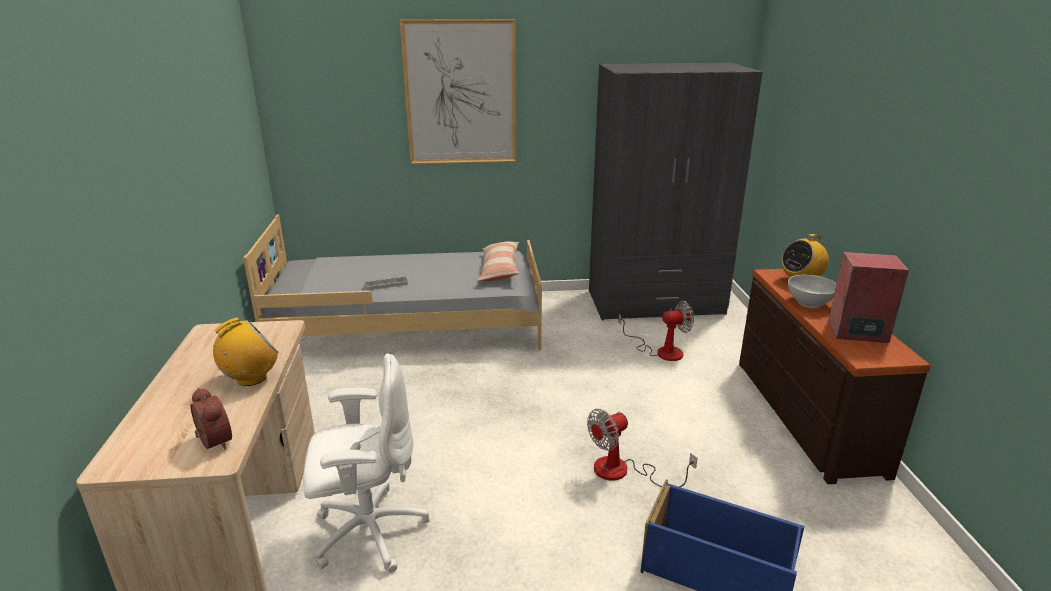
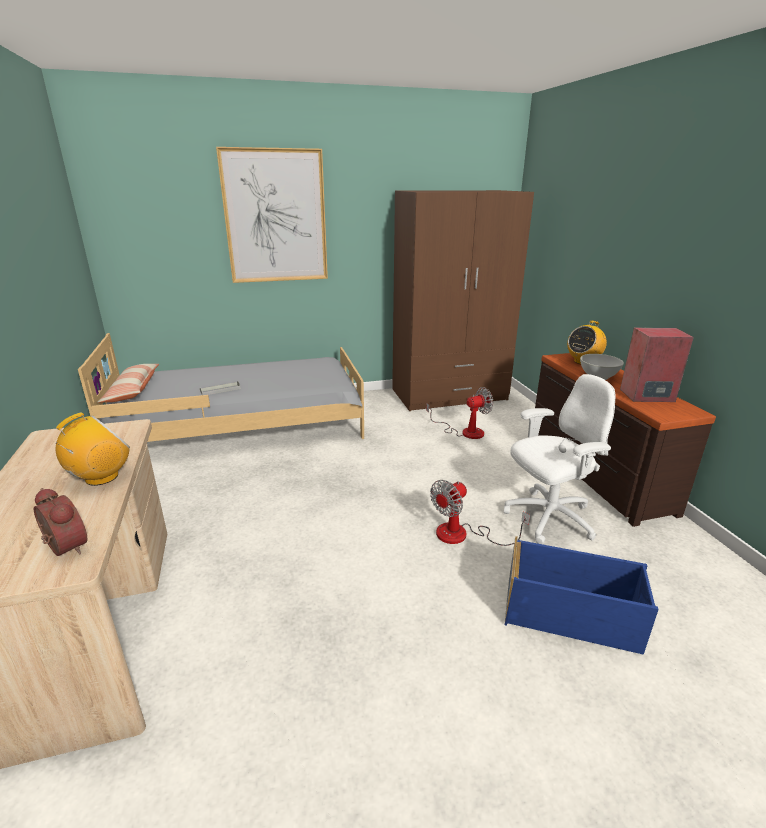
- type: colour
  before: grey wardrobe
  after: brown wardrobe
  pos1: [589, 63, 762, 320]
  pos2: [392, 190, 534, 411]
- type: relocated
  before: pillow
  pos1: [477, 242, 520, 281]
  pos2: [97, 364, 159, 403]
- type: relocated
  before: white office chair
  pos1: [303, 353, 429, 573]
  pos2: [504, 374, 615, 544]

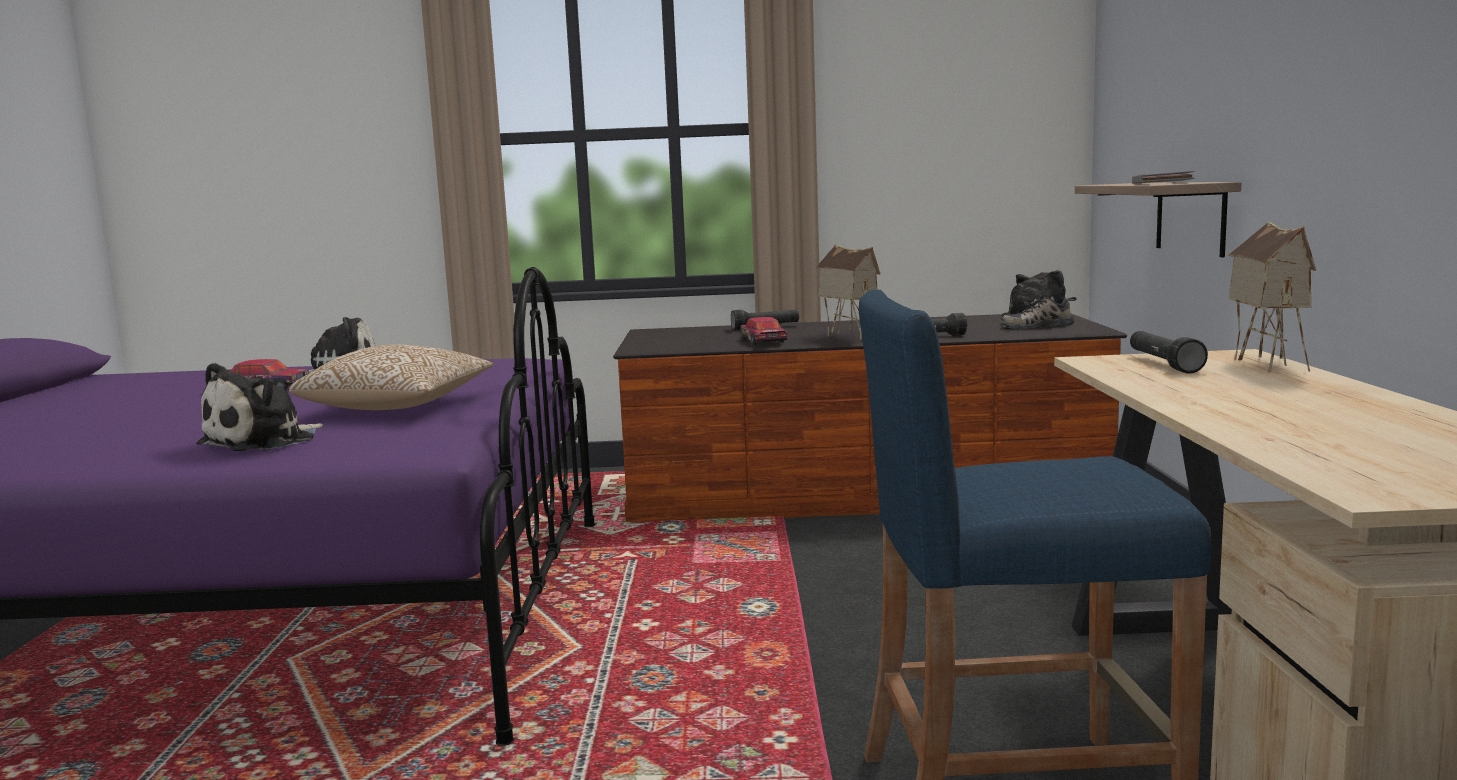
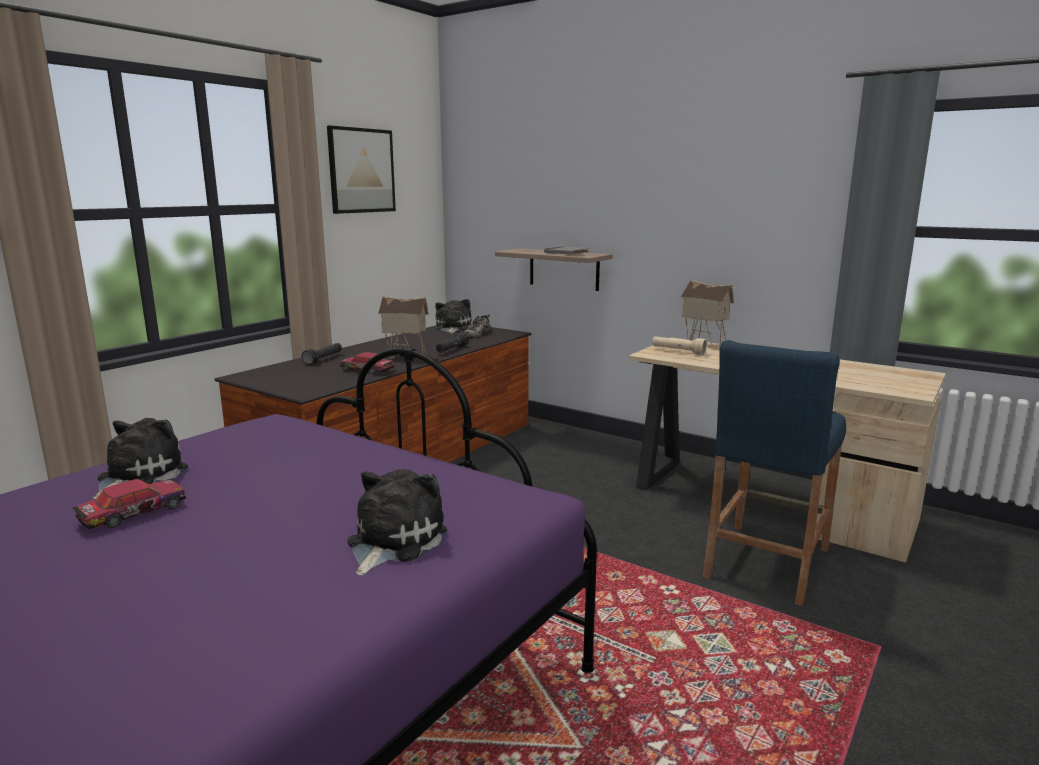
- type: colour
  before: black flashlight
  after: beige flashlight
  pos1: [1130, 331, 1208, 374]
  pos2: [652, 336, 707, 355]
- type: missing
  before: pillow
  pos1: [289, 344, 494, 410]
- type: spun
  before: plush toy
  pos1: [196, 363, 324, 451]
  pos2: [347, 469, 447, 576]
  turn: -135
- type: appeared
  after: picture
  pos2: [327, 125, 396, 214]

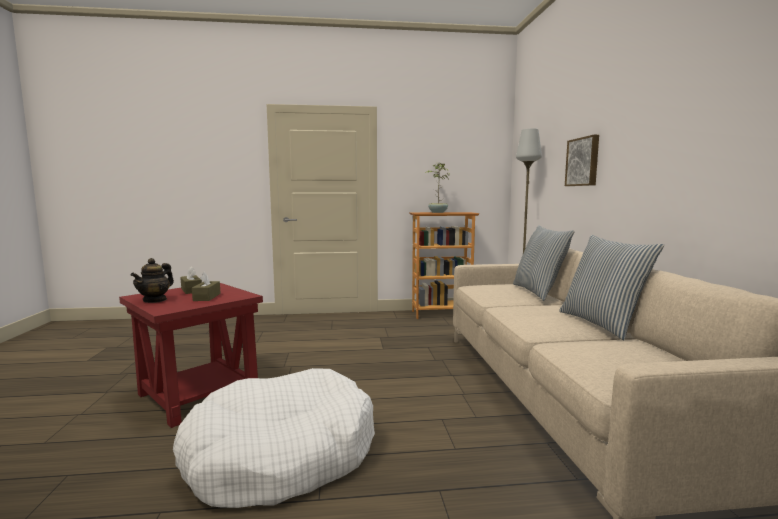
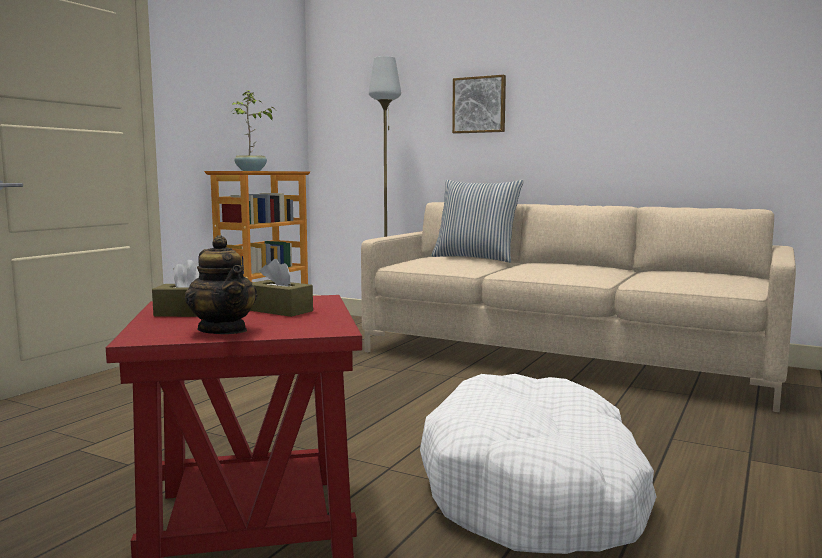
- type: missing
  before: pillow
  pos1: [559, 235, 664, 340]

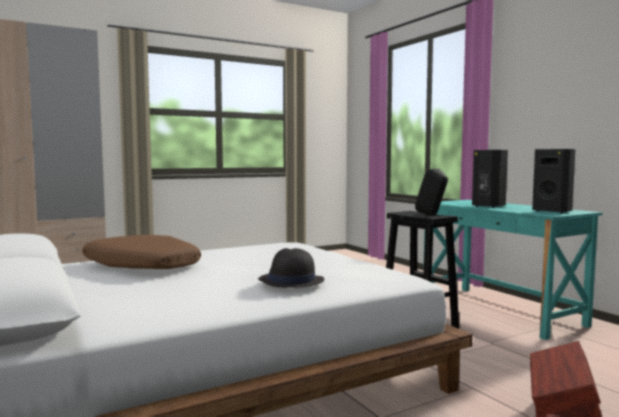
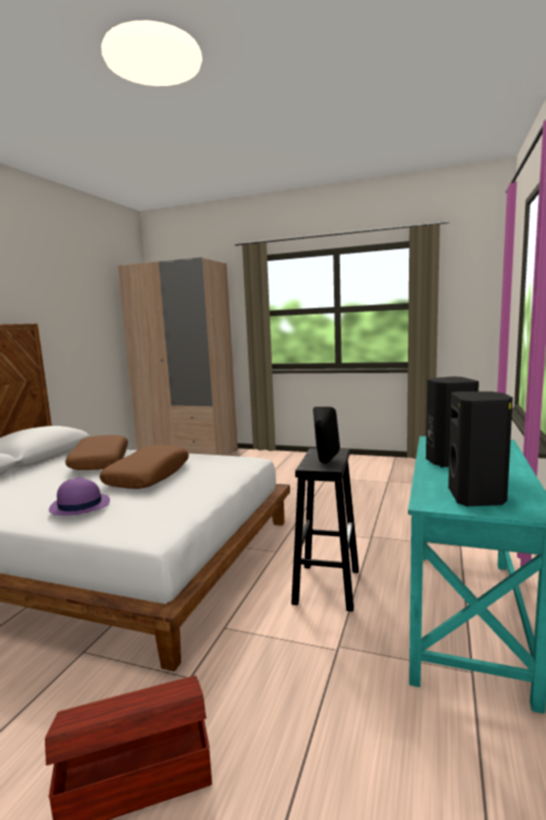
- type: colour
  before: black hat
  after: purple hat
  pos1: [258, 248, 324, 288]
  pos2: [49, 477, 110, 516]
- type: appeared
  after: brown pillow
  pos2: [100, 445, 189, 489]

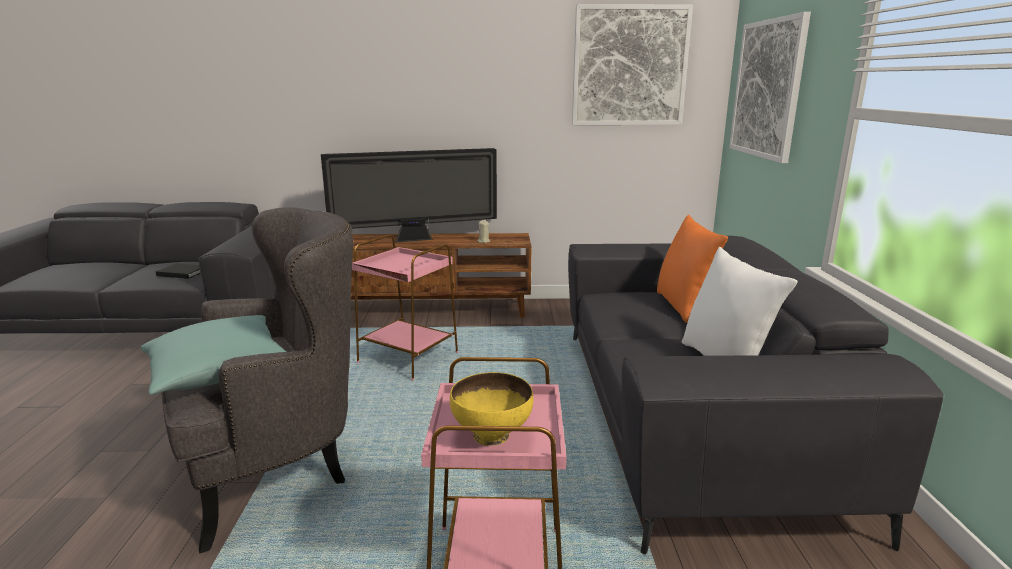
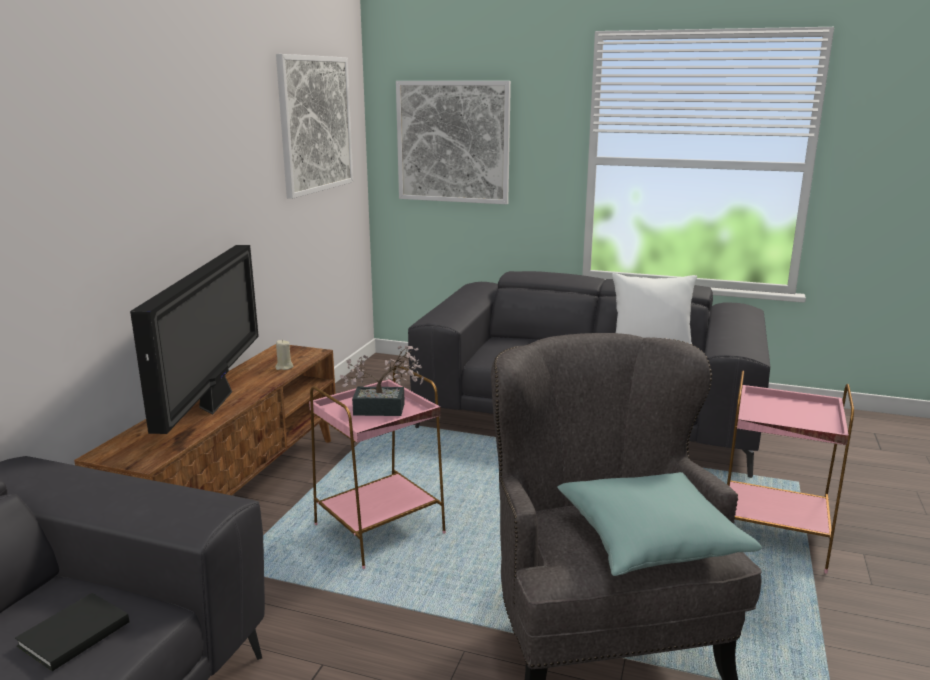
- type: missing
  before: orange pillow
  pos1: [657, 214, 728, 323]
- type: missing
  before: yellow bowl
  pos1: [450, 372, 533, 446]
- type: appeared
  after: potted plant
  pos2: [340, 345, 424, 416]

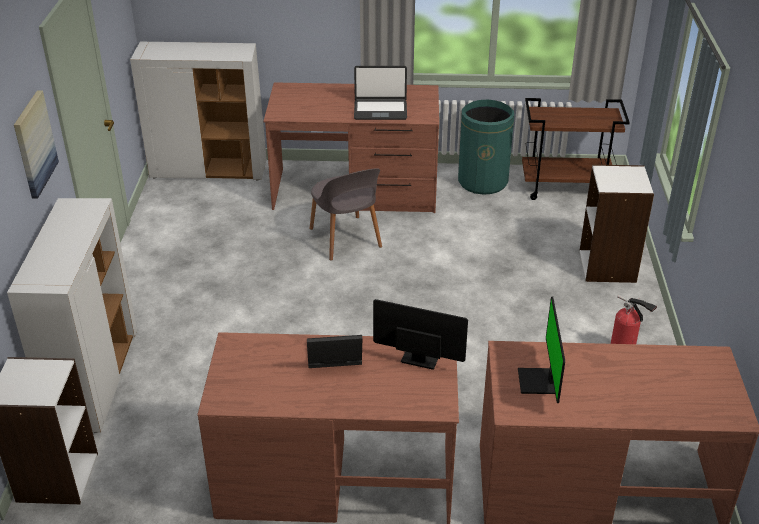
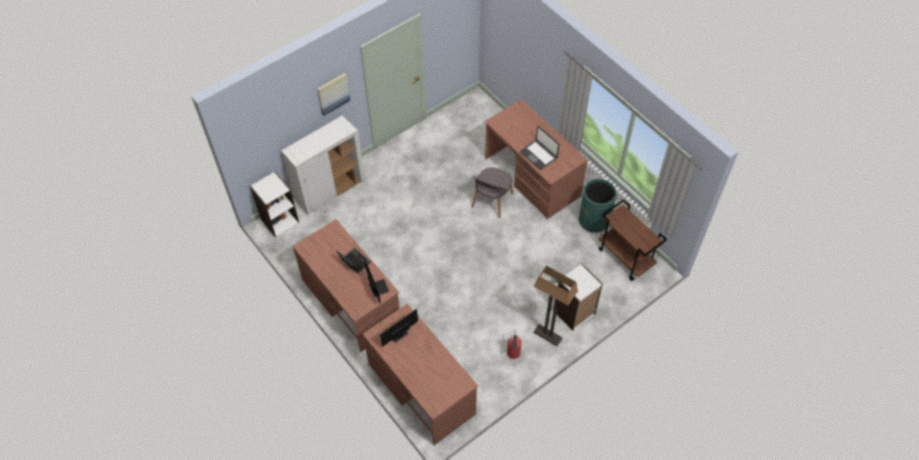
- type: missing
  before: white cabinet
  pos1: [130, 42, 267, 181]
- type: appeared
  after: floor lamp
  pos2: [533, 265, 578, 346]

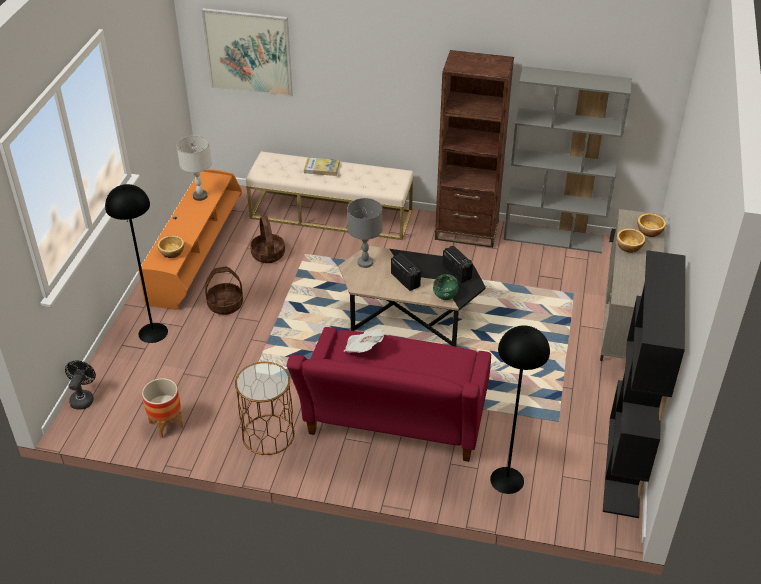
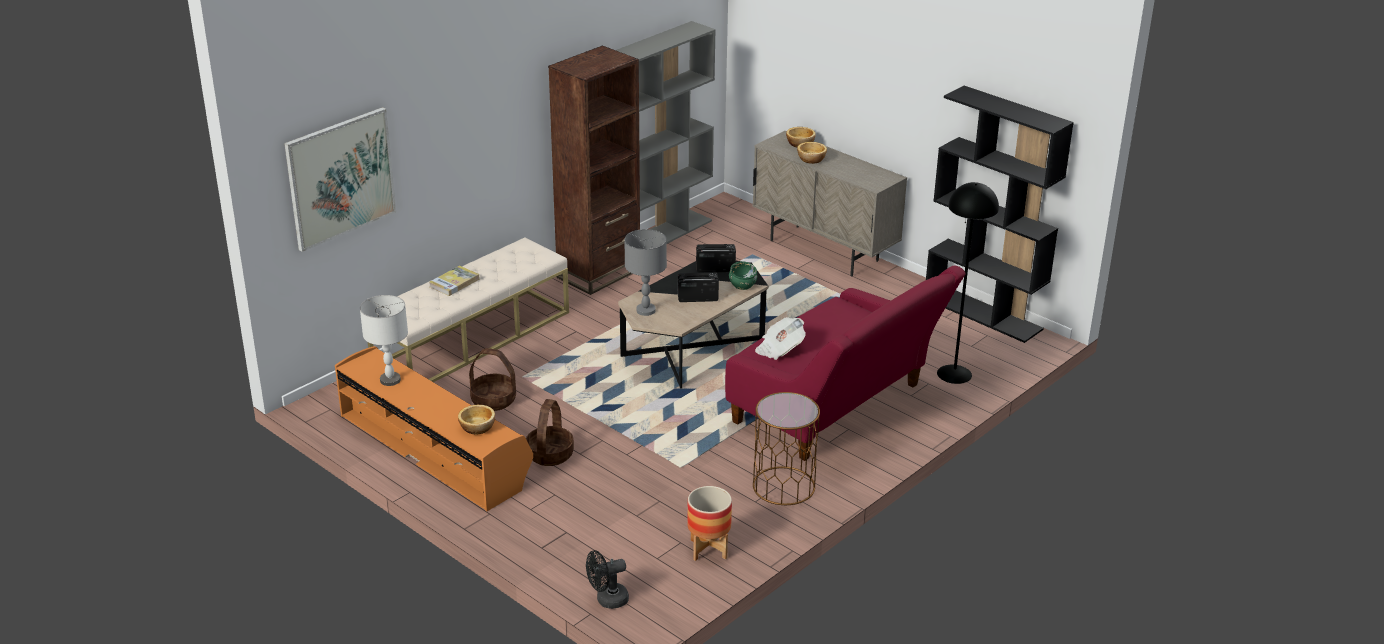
- type: missing
  before: black floor lamp
  pos1: [105, 184, 168, 343]
- type: spun
  before: black fan
  pos1: [65, 361, 96, 410]
  pos2: [586, 550, 629, 609]
  turn: -60

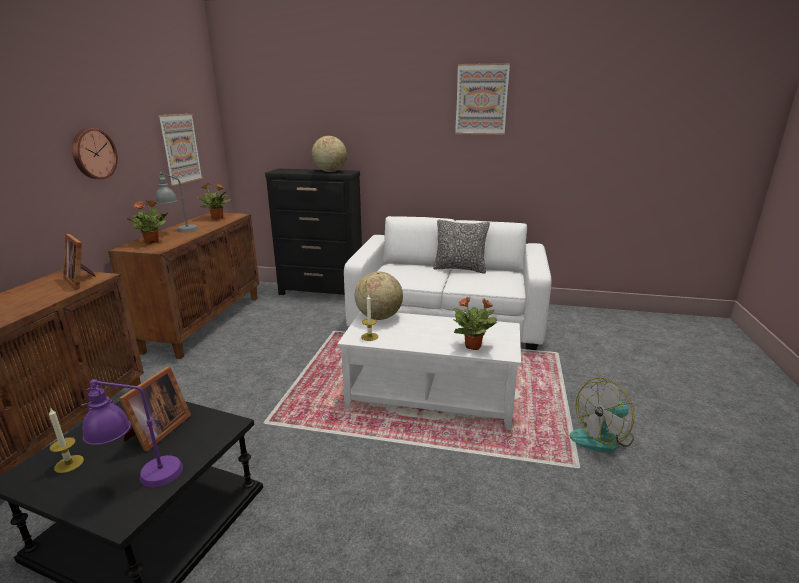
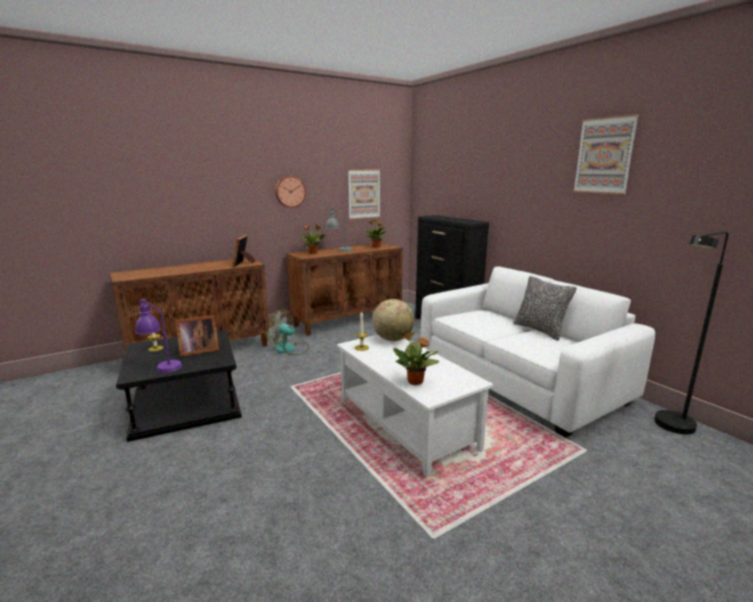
- type: missing
  before: globe
  pos1: [312, 136, 347, 172]
- type: relocated
  before: fan
  pos1: [570, 378, 635, 453]
  pos2: [266, 309, 309, 355]
- type: appeared
  after: black floor lamp
  pos2: [654, 231, 728, 435]

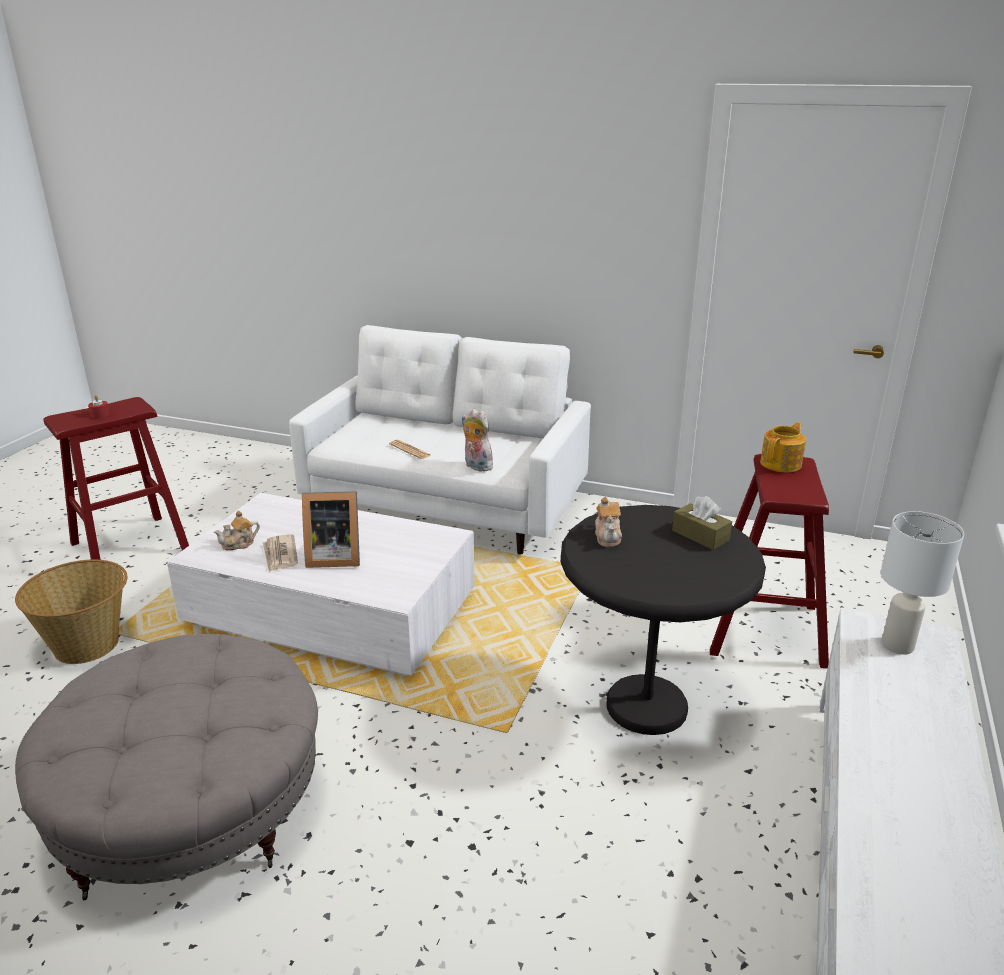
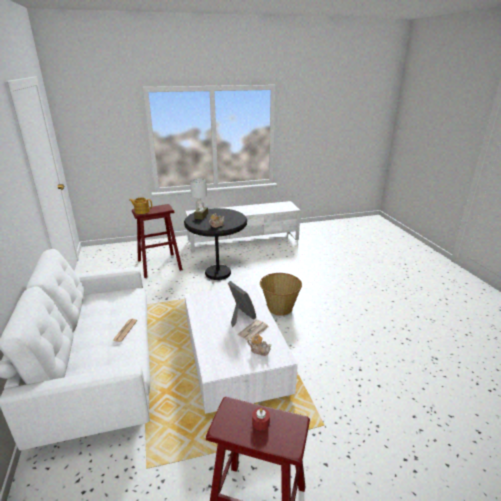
- type: missing
  before: plush toy
  pos1: [462, 409, 497, 472]
- type: relocated
  before: basket
  pos1: [15, 559, 127, 664]
  pos2: [260, 273, 302, 316]
- type: missing
  before: grey ottoman
  pos1: [15, 634, 318, 901]

